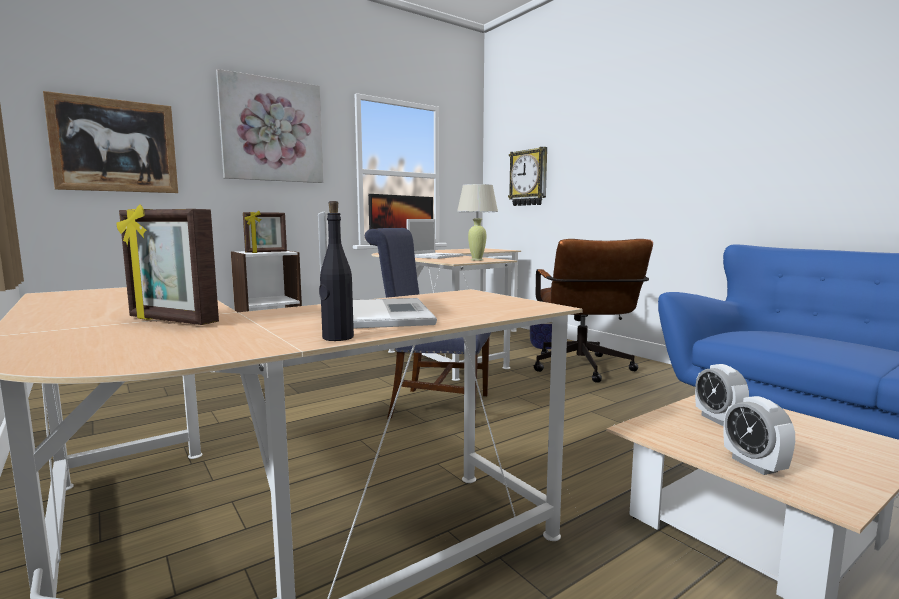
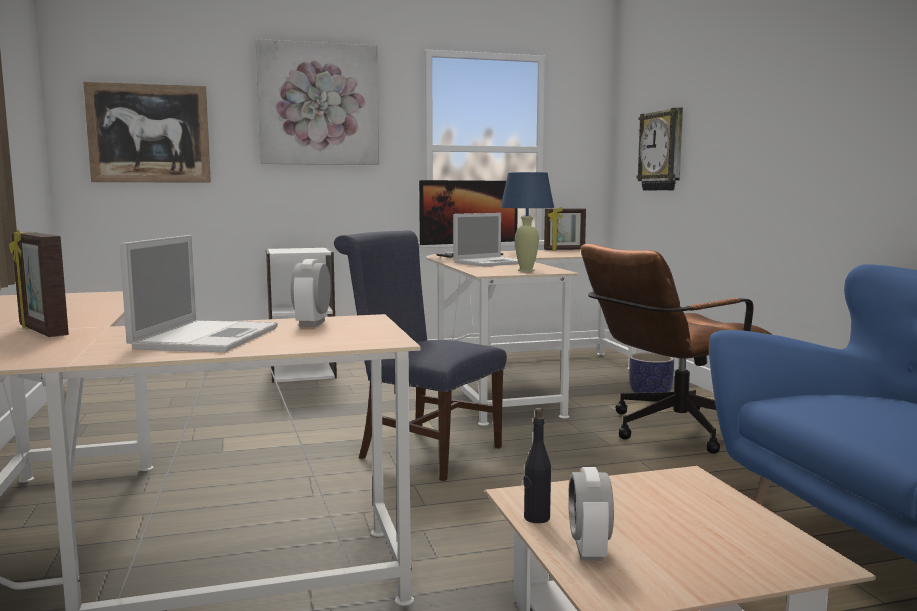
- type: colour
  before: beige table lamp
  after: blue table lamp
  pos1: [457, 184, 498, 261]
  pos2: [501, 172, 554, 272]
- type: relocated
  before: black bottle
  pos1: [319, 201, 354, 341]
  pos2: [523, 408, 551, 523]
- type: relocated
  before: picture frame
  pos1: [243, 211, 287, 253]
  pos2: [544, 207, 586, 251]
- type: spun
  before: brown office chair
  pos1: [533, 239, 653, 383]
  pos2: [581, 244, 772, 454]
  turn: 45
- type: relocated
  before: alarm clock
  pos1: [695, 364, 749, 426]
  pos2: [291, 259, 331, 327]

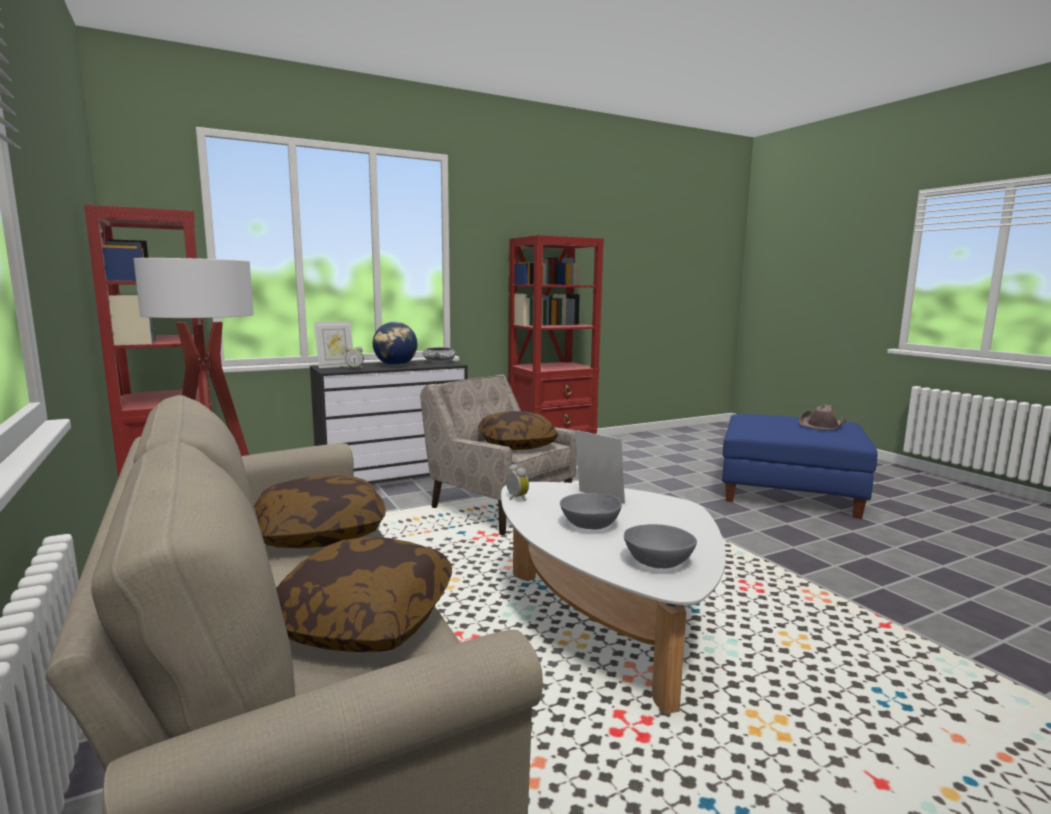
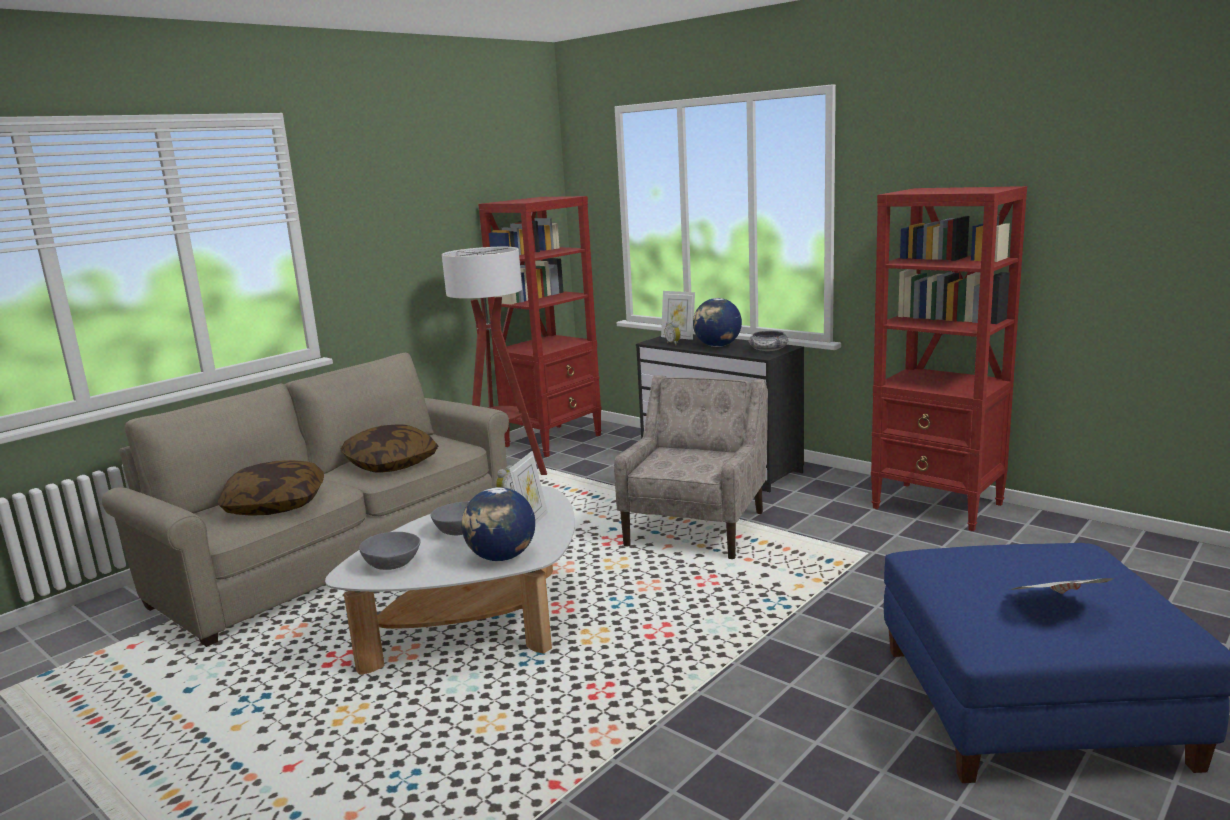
- type: exchanged
  before: brown hat
  after: newspaper
  pos1: [799, 404, 846, 430]
  pos2: [1011, 578, 1114, 594]
- type: missing
  before: pillow
  pos1: [478, 411, 558, 450]
- type: appeared
  after: globe
  pos2: [461, 487, 535, 561]

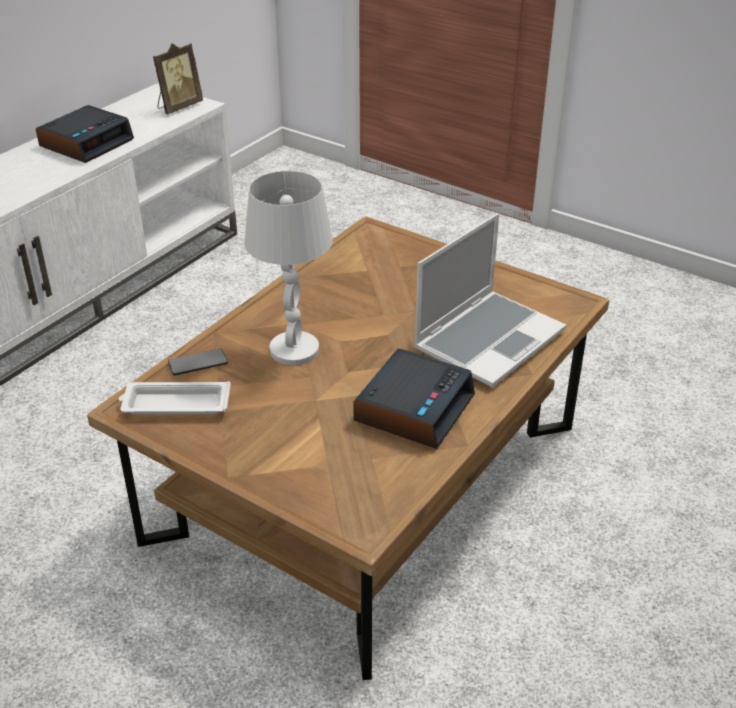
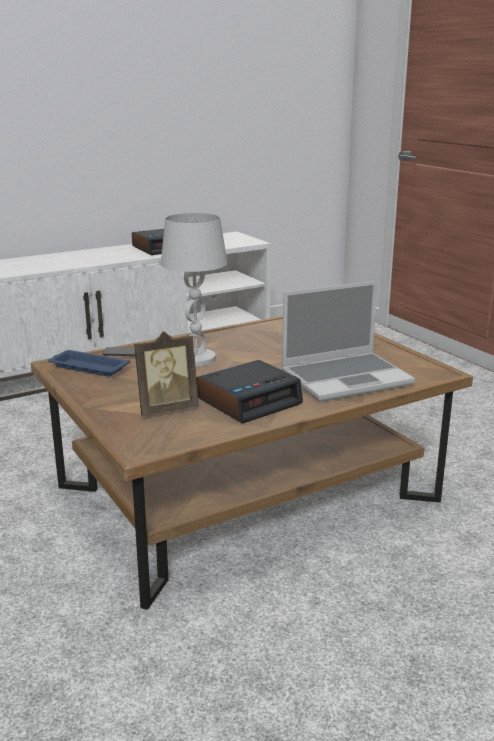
- type: relocated
  before: picture frame
  pos1: [153, 43, 203, 114]
  pos2: [134, 331, 198, 416]
- type: colour
  before: white tray
  after: blue tray
  pos1: [119, 381, 231, 415]
  pos2: [48, 350, 130, 376]

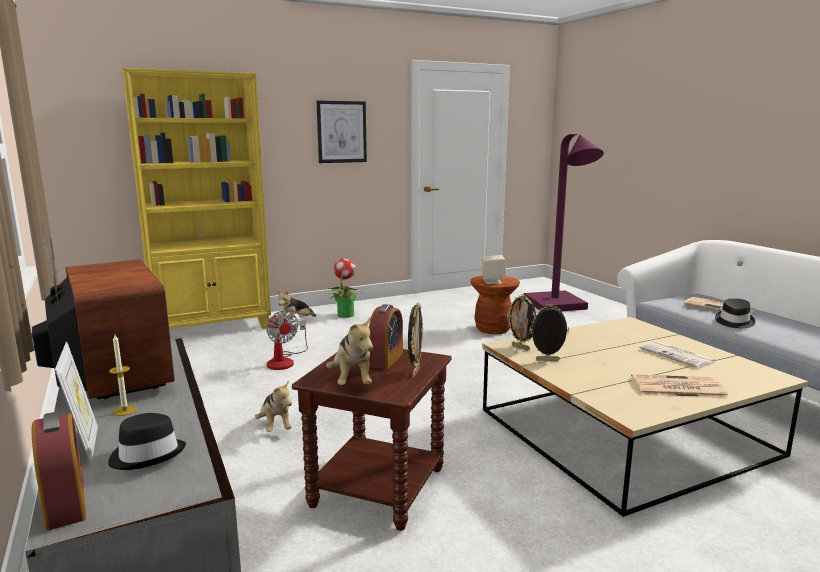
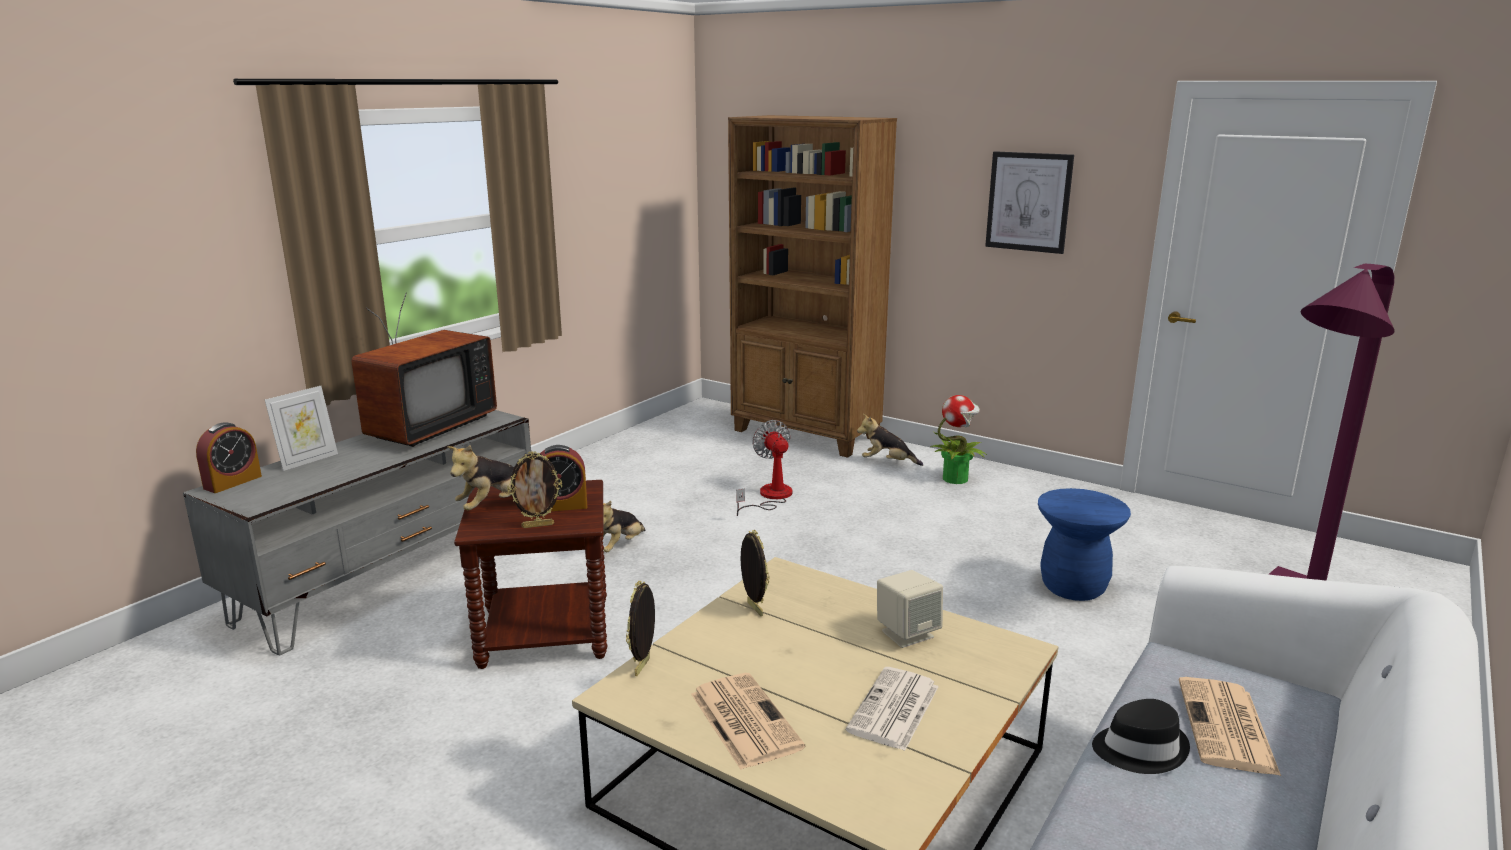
- type: colour
  before: yellow bookcase
  after: brown bookcase
  pos1: [122, 68, 271, 329]
  pos2: [728, 115, 897, 458]
- type: relocated
  before: beige speaker
  pos1: [482, 255, 506, 284]
  pos2: [877, 570, 943, 648]
- type: colour
  before: brown stool
  after: blue stool
  pos1: [470, 276, 520, 334]
  pos2: [1038, 488, 1131, 601]
- type: relocated
  before: picture frame
  pos1: [507, 294, 537, 350]
  pos2: [626, 581, 655, 676]
- type: spun
  before: fan
  pos1: [267, 311, 308, 370]
  pos2: [736, 420, 792, 516]
  turn: 135
- type: missing
  before: candle
  pos1: [109, 335, 137, 416]
- type: missing
  before: black hat
  pos1: [108, 413, 186, 470]

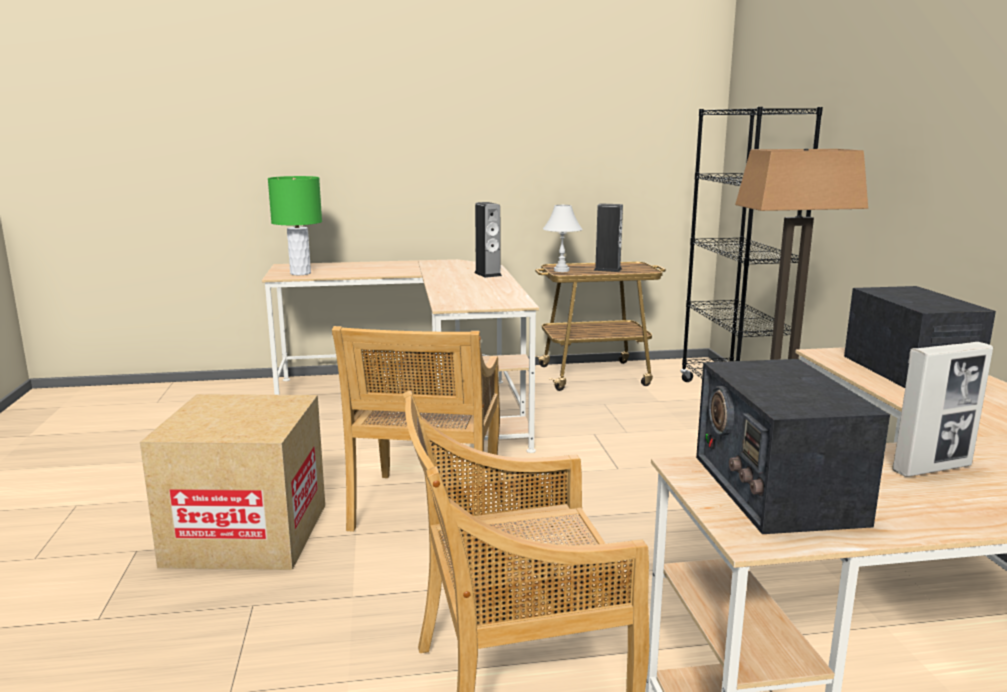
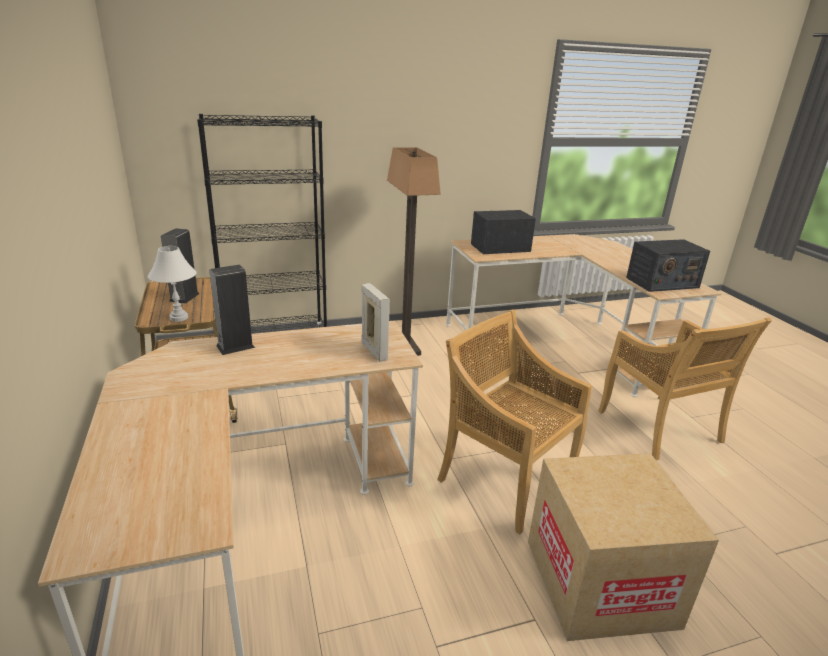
- type: missing
  before: green table lamp
  pos1: [268, 176, 322, 275]
- type: spun
  before: beige chair
  pos1: [332, 326, 500, 532]
  pos2: [437, 309, 592, 534]
  turn: -135
- type: relocated
  before: picture frame
  pos1: [892, 342, 993, 477]
  pos2: [361, 283, 390, 361]

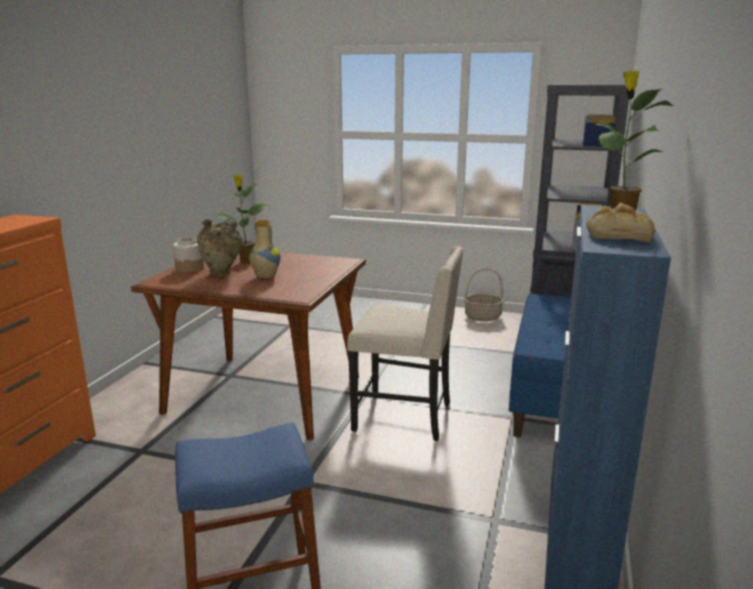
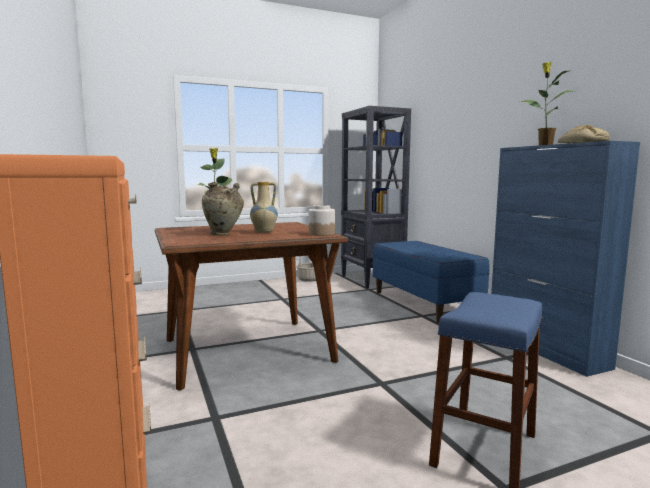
- type: relocated
  before: jar
  pos1: [173, 238, 204, 273]
  pos2: [308, 205, 335, 236]
- type: missing
  before: beige chair
  pos1: [347, 246, 464, 441]

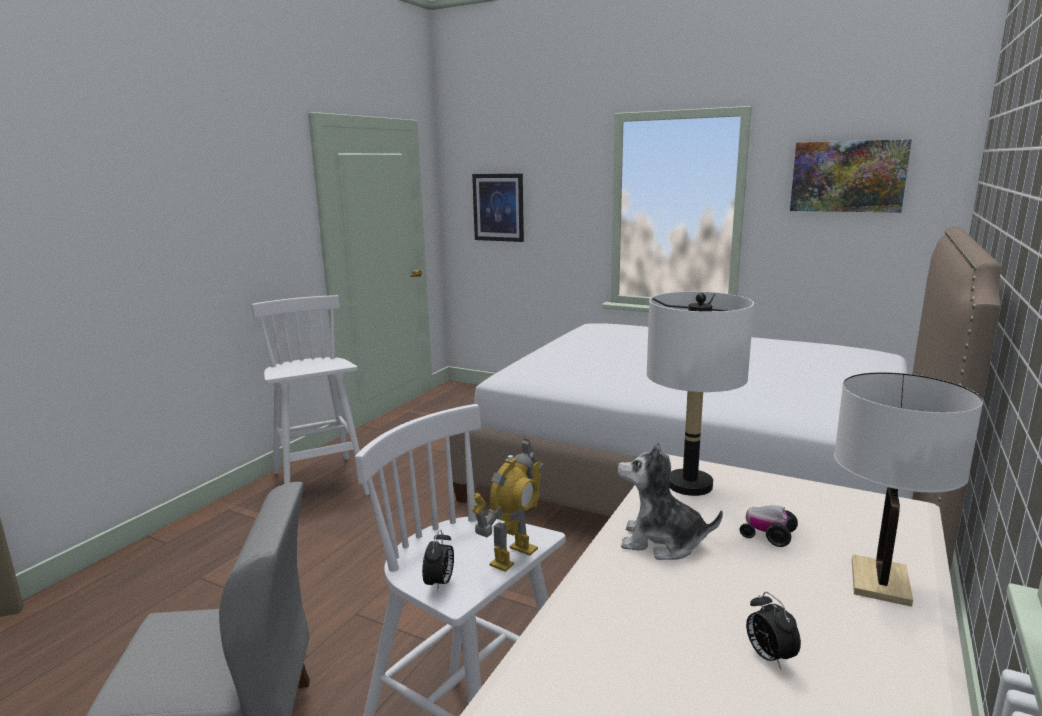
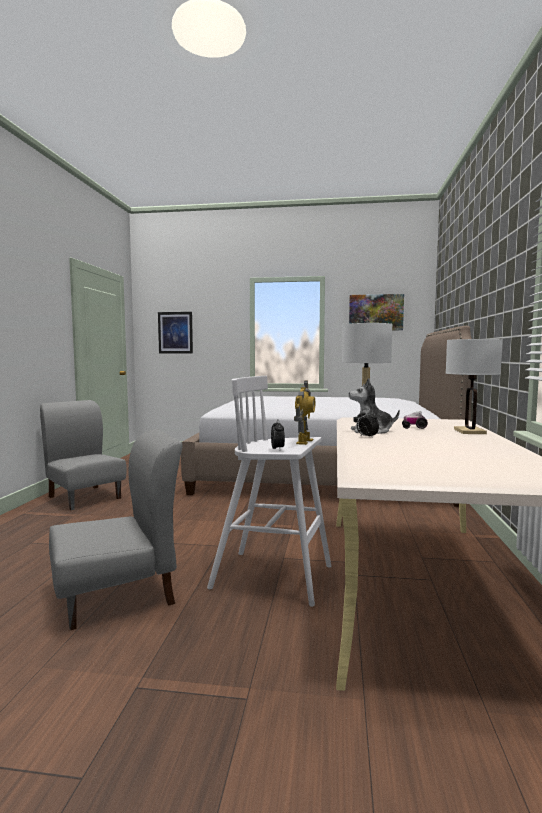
- type: exchanged
  before: white stool
  after: grey chair
  pos1: [251, 295, 370, 495]
  pos2: [40, 400, 127, 510]
- type: relocated
  before: alarm clock
  pos1: [746, 592, 801, 670]
  pos2: [357, 409, 379, 438]

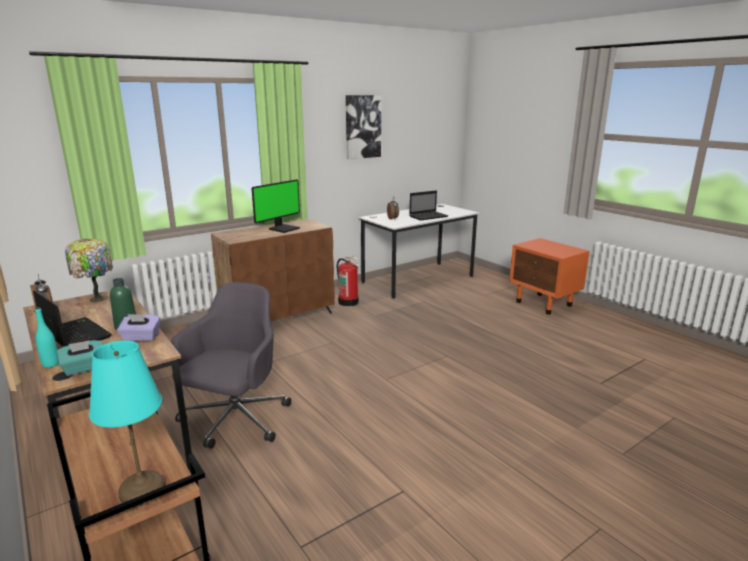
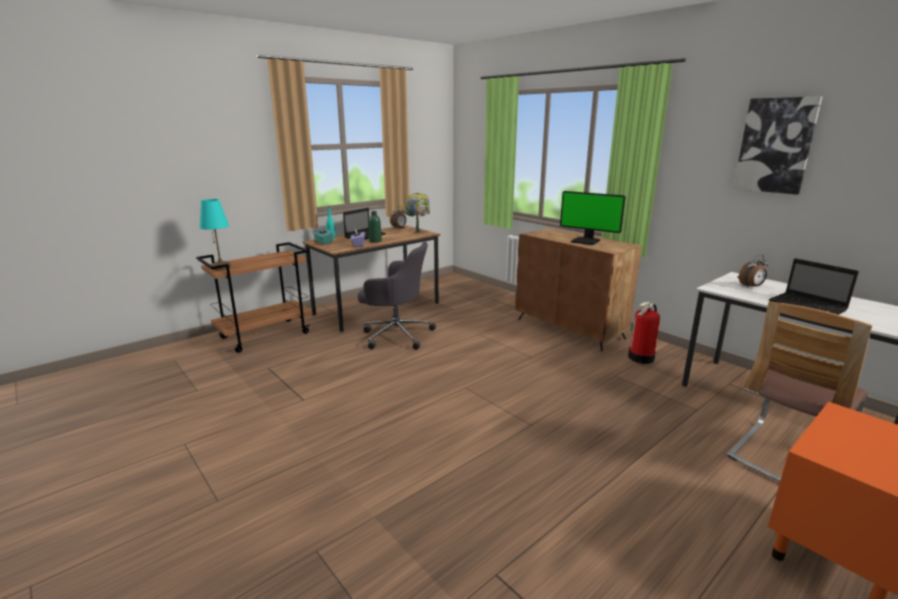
- type: appeared
  after: chair
  pos2: [727, 301, 872, 482]

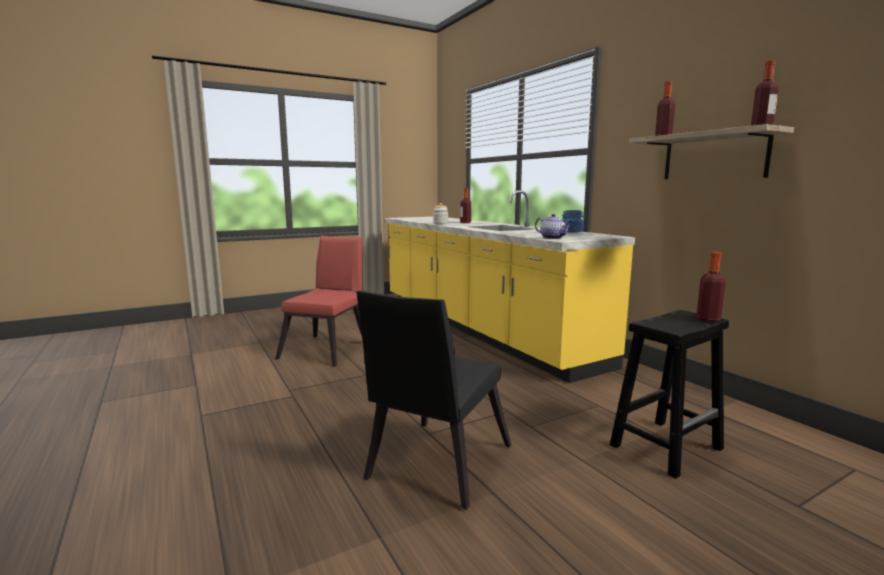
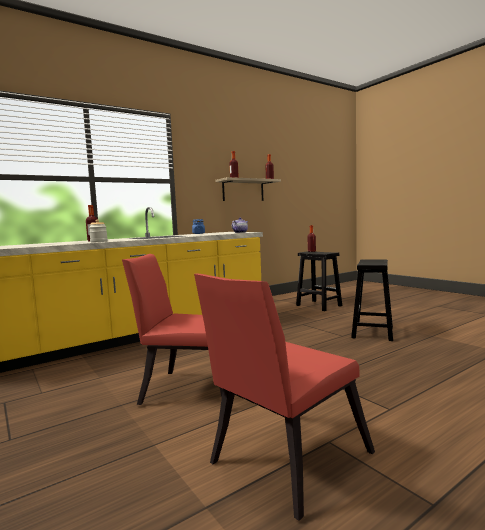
- type: exchanged
  before: black chair
  after: black stool
  pos1: [356, 291, 512, 510]
  pos2: [351, 260, 393, 341]
- type: appeared
  after: red chair
  pos2: [194, 273, 375, 521]

